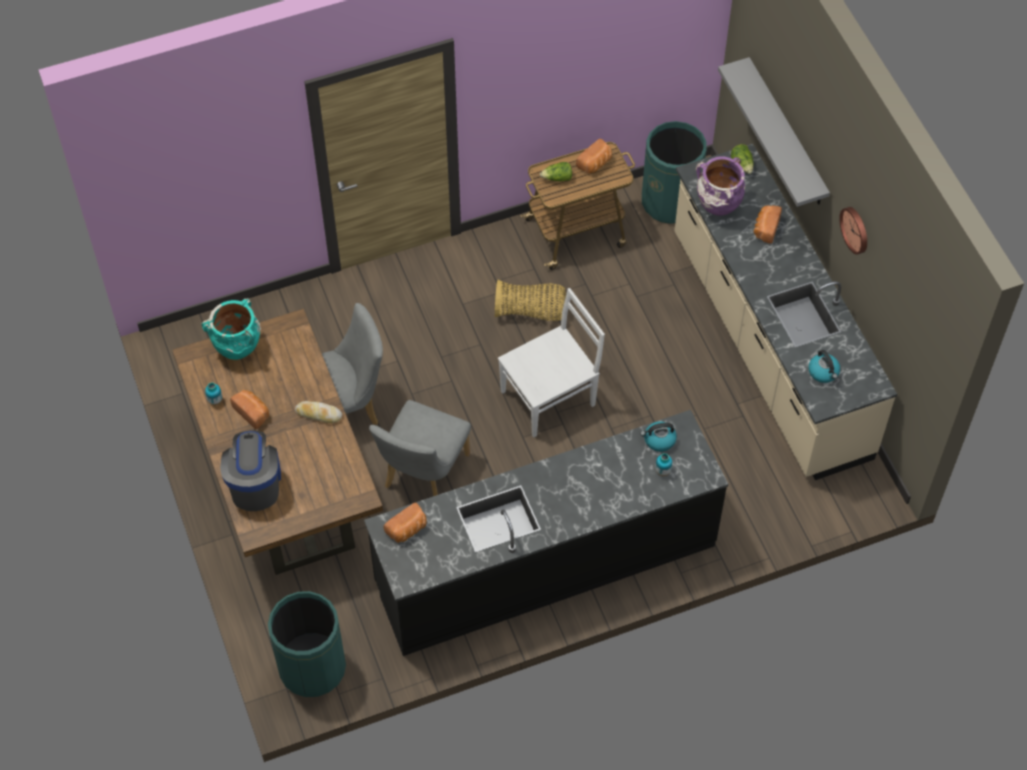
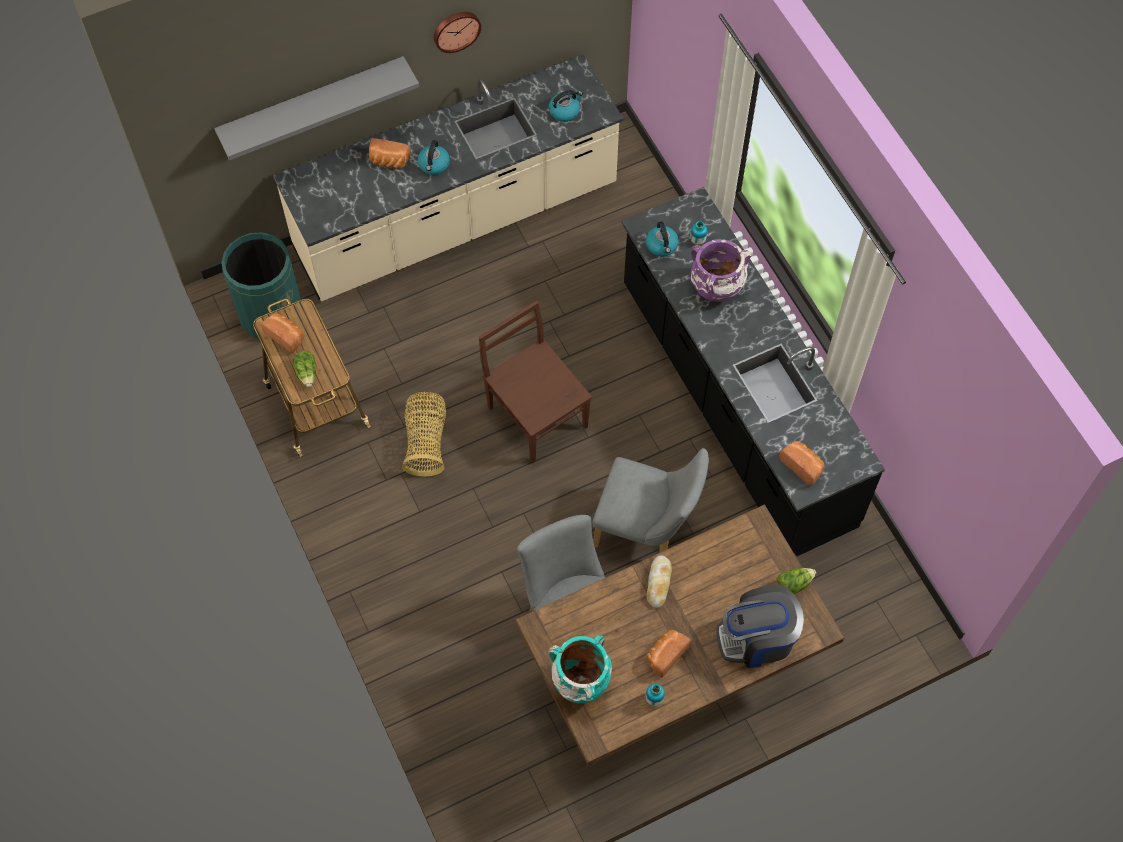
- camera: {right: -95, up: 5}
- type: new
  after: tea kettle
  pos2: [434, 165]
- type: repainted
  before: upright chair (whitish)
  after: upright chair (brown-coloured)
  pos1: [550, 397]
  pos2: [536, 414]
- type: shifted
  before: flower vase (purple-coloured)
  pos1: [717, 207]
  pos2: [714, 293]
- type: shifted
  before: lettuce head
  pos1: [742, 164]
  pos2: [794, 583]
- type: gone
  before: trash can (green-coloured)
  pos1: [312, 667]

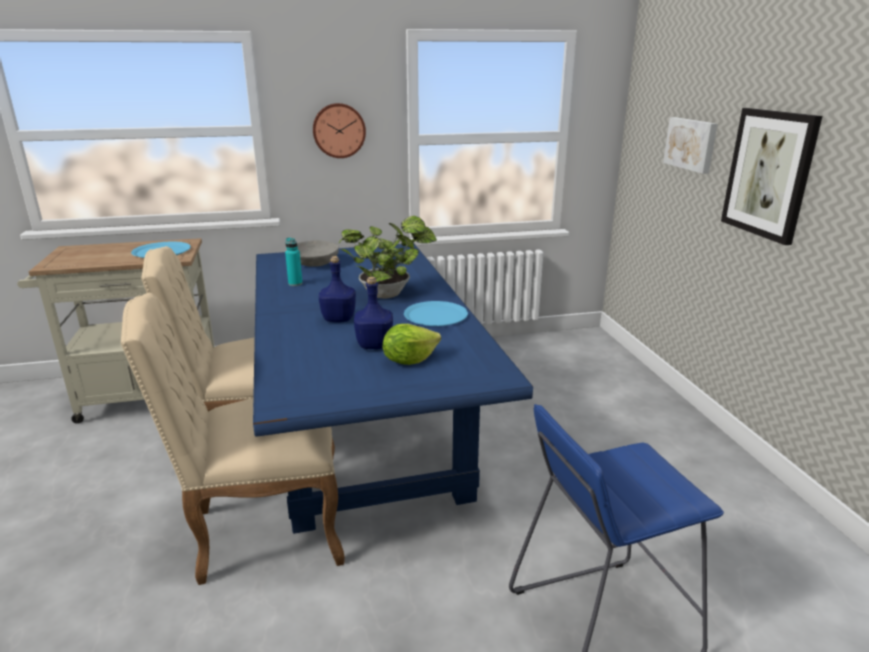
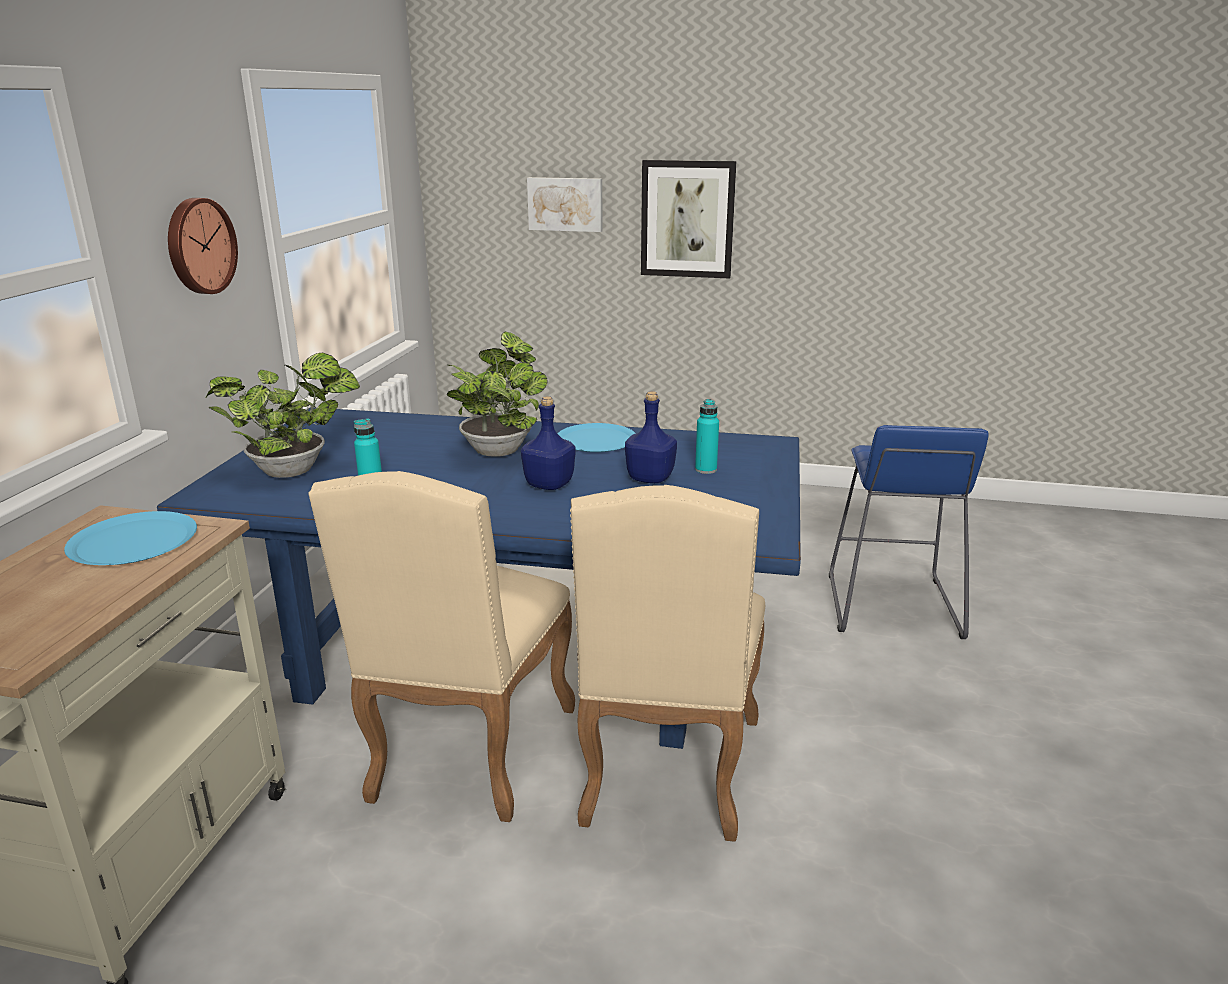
- camera: {right: -65, up: 0}
- type: swapped
  before: deep dish (grey)
  after: plant in a pot
  pos1: [314, 263]
  pos2: [295, 471]
- type: swapped
  before: lettuce head
  after: drink bottle (turquoise-coloured)
  pos1: [409, 360]
  pos2: [706, 470]

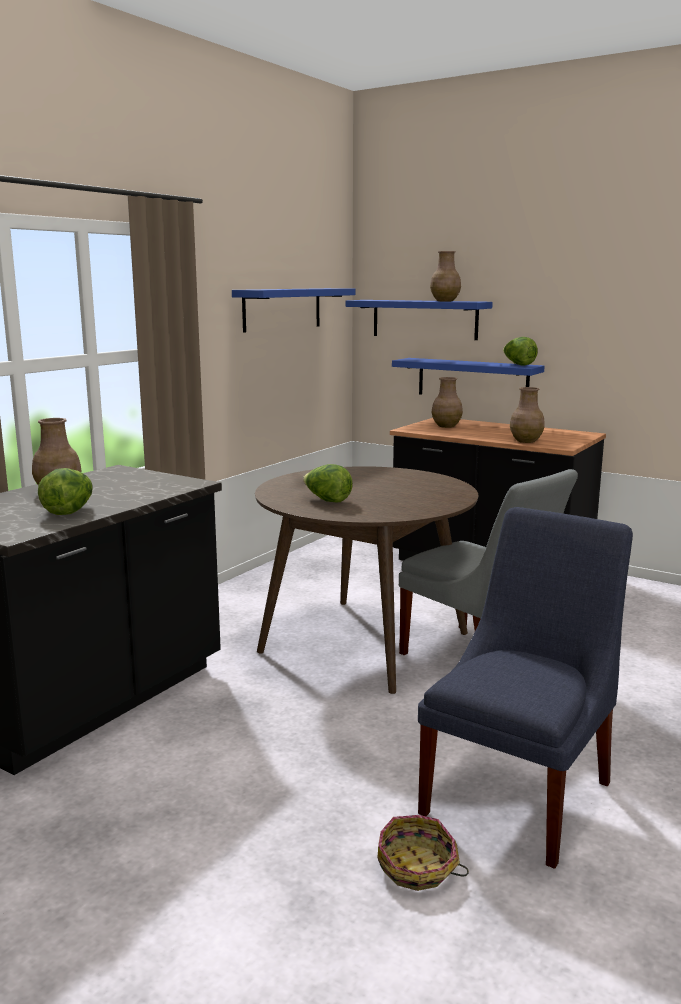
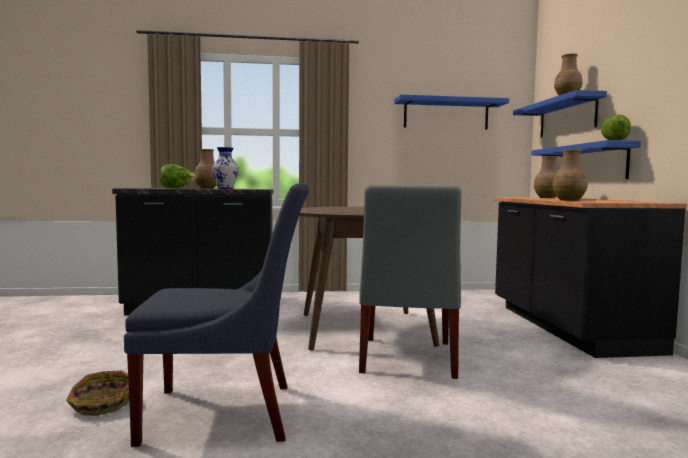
- camera: {right: 50, up: -10}
- type: new
  after: flower vase
  pos2: [225, 188]
- type: gone
  before: lettuce head
  pos1: [327, 500]

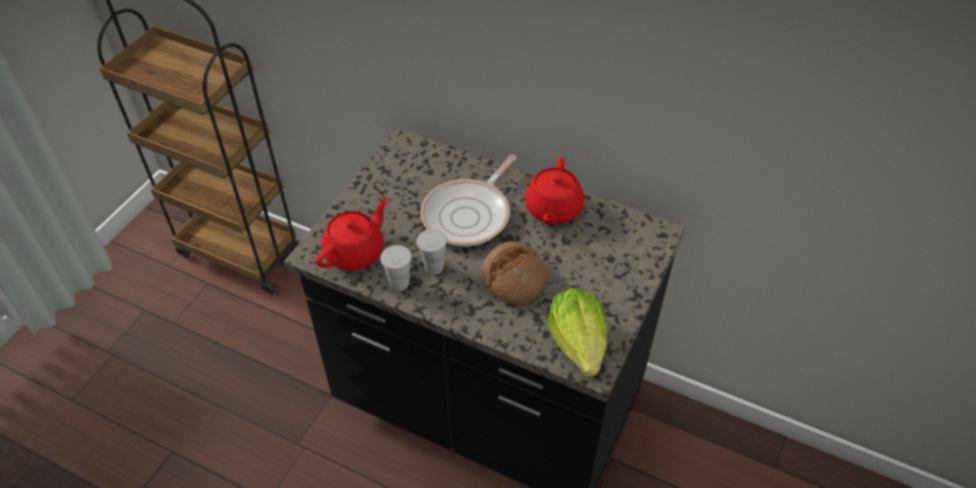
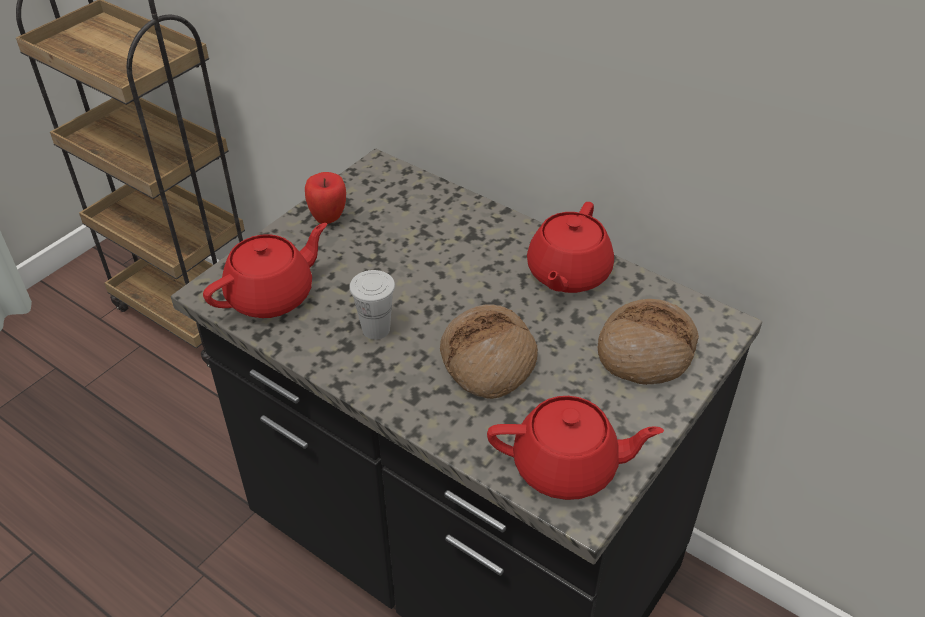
- camera: {right: 10, up: -5}
- type: new
  after: apple fruit
  pos2: [328, 219]
- type: swapped
  before: lettuce head
  after: pot for tea (red-coloured)
  pos1: [579, 343]
  pos2: [567, 467]
- type: new
  after: baked bread
  pos2: [646, 351]
- type: gone
  before: drinking cup (whitish)
  pos1: [399, 283]
- type: gone
  before: pan
  pos1: [470, 214]

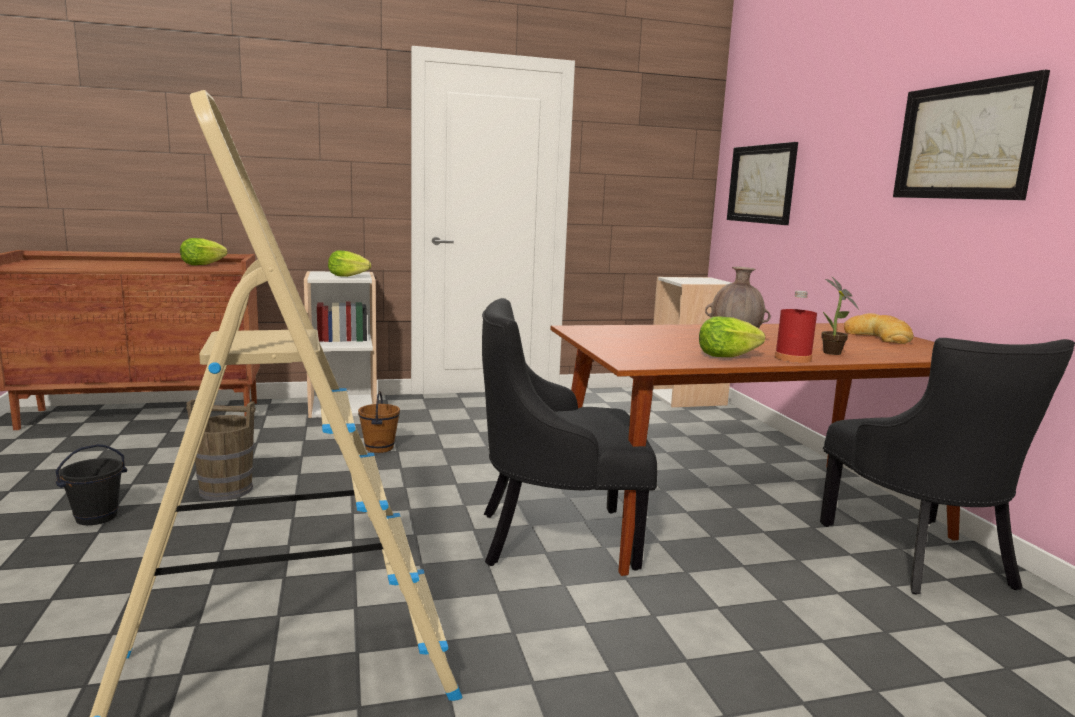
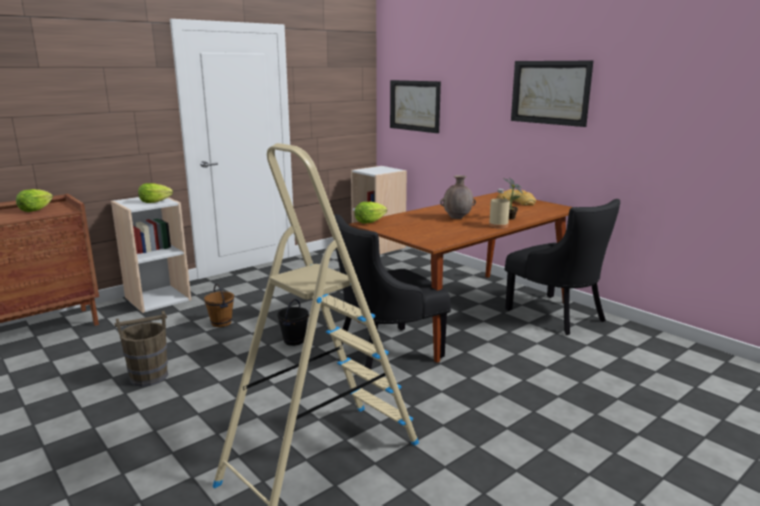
- camera: {right: -25, up: 5}
- type: shifted
  before: water bucket (black)
  pos1: [96, 517]
  pos2: [294, 341]
- type: shifted
  before: lettuce head
  pos1: [726, 356]
  pos2: [369, 222]
- type: repainted
  before: drink bottle (red-coloured)
  after: drink bottle (beige)
  pos1: [793, 358]
  pos2: [498, 225]

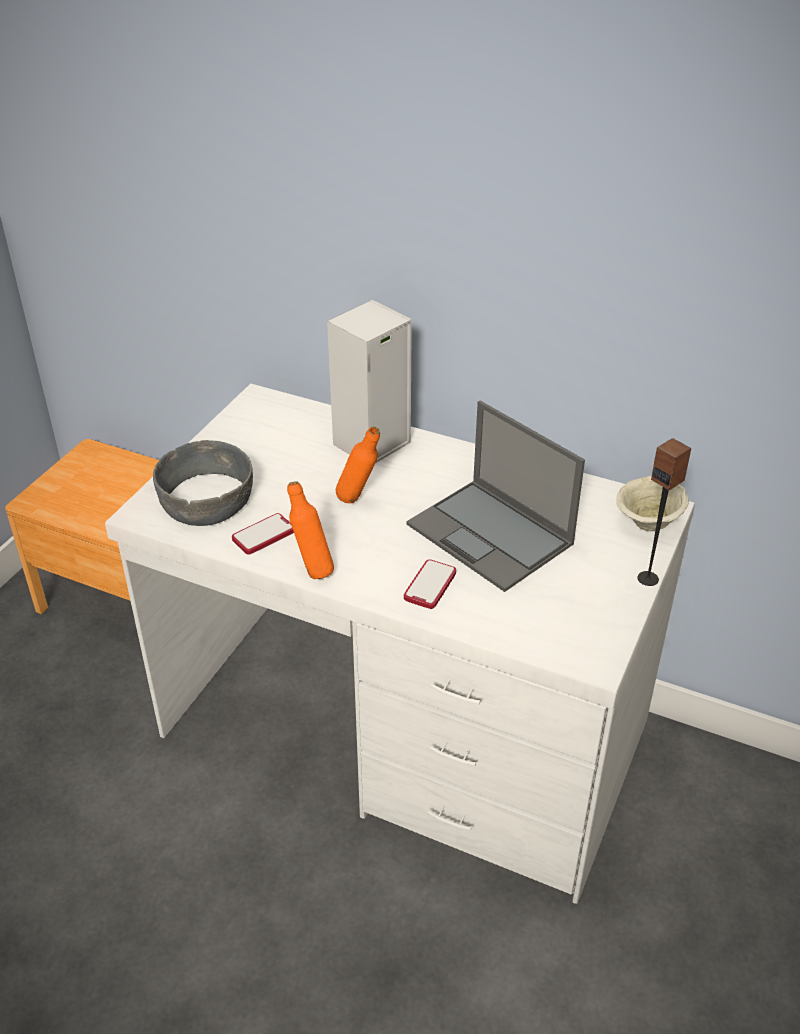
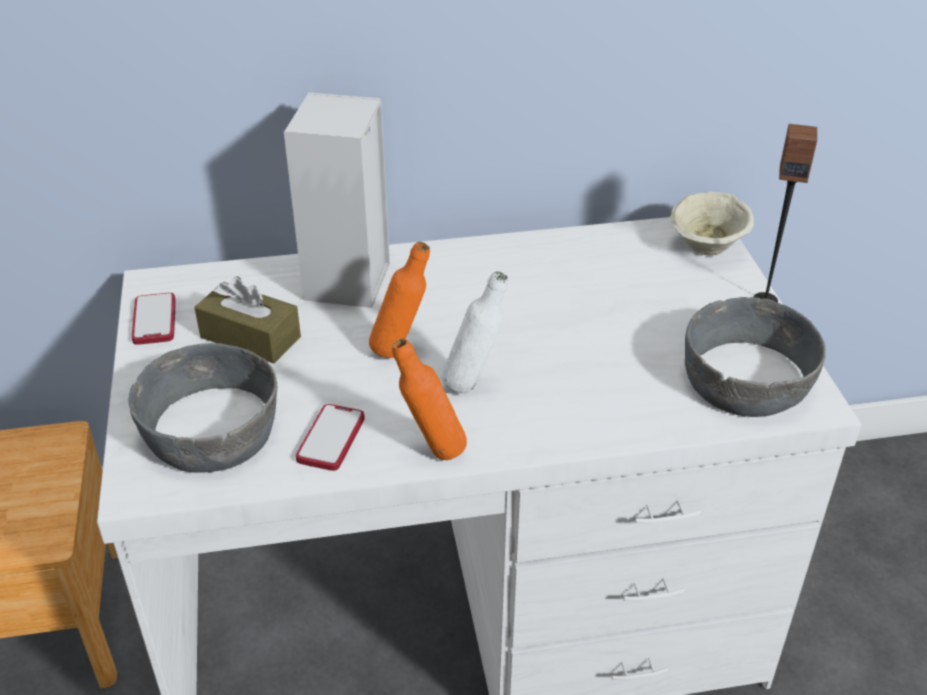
- camera: {right: -35, up: 0}
- type: shifted
  before: telephone
  pos1: [430, 585]
  pos2: [154, 320]
- type: new
  after: tissue holder (brown-coloured)
  pos2: [250, 337]
- type: new
  after: drink bottle (whitish)
  pos2: [473, 383]
- type: new
  after: deep dish (grey)
  pos2: [747, 376]
- type: gone
  before: portable computer
  pos1: [491, 535]

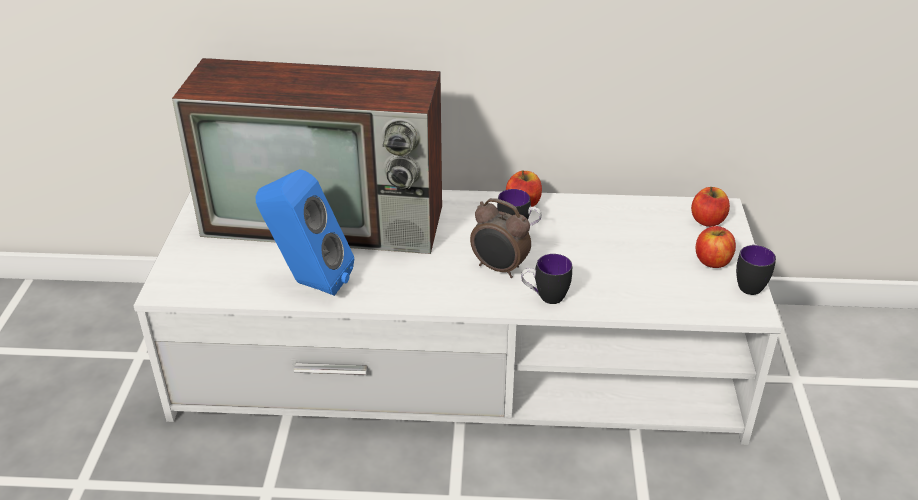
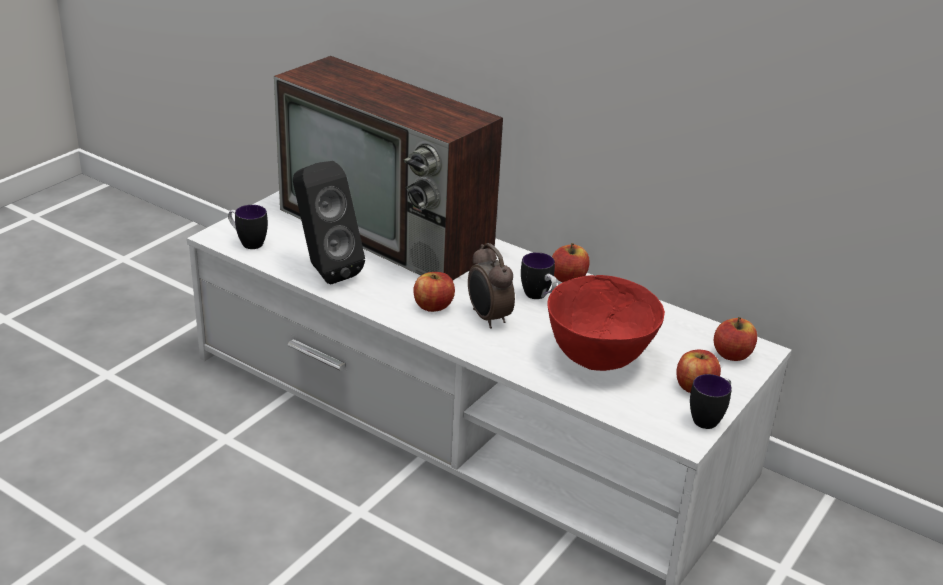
- camera: {right: 30, up: -5}
- type: shifted
  before: mug
  pos1: [544, 297]
  pos2: [247, 242]
- type: repainted
  before: speaker (blue)
  after: speaker (black)
  pos1: [309, 283]
  pos2: [324, 270]
- type: new
  after: apple fruit
  pos2: [433, 306]
- type: new
  after: deep dish (red-coloured)
  pos2: [597, 359]

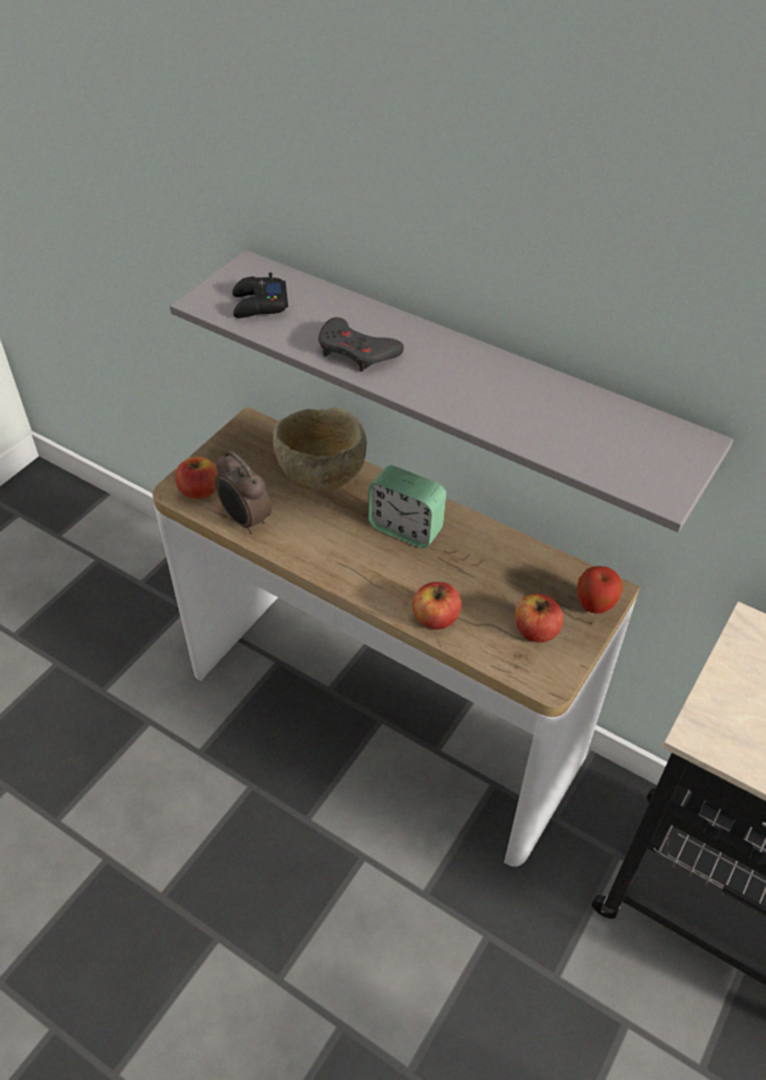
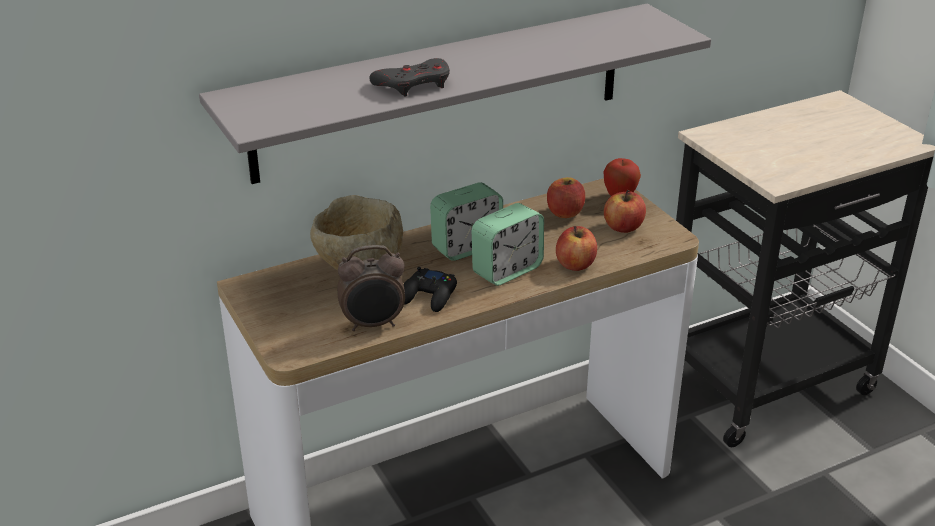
- camera: {right: -60, up: -15}
- type: shifted
  before: gamepad (black)
  pos1: [259, 305]
  pos2: [429, 296]
- type: new
  after: bedside clock
  pos2: [507, 270]
- type: shifted
  before: apple fruit
  pos1: [200, 491]
  pos2: [565, 212]

